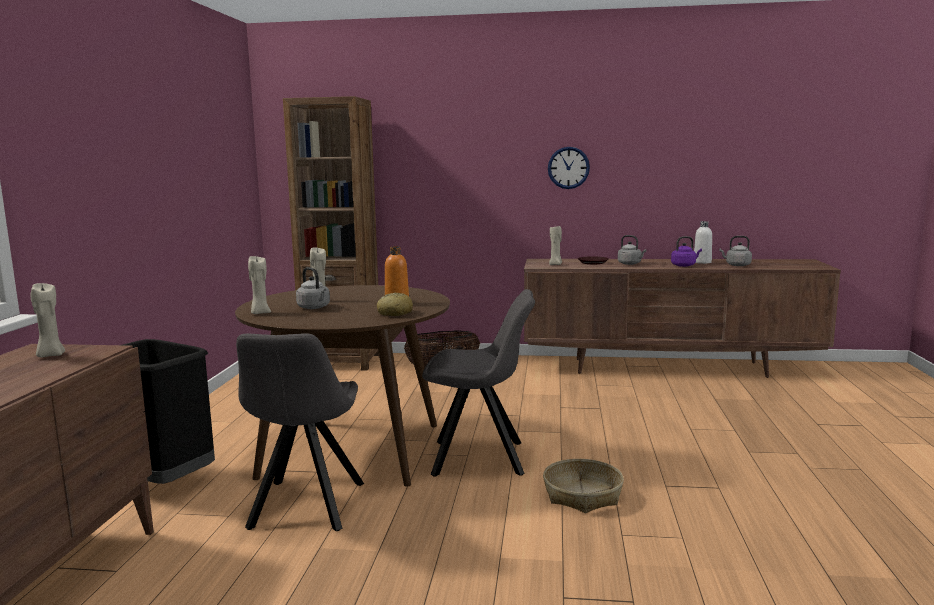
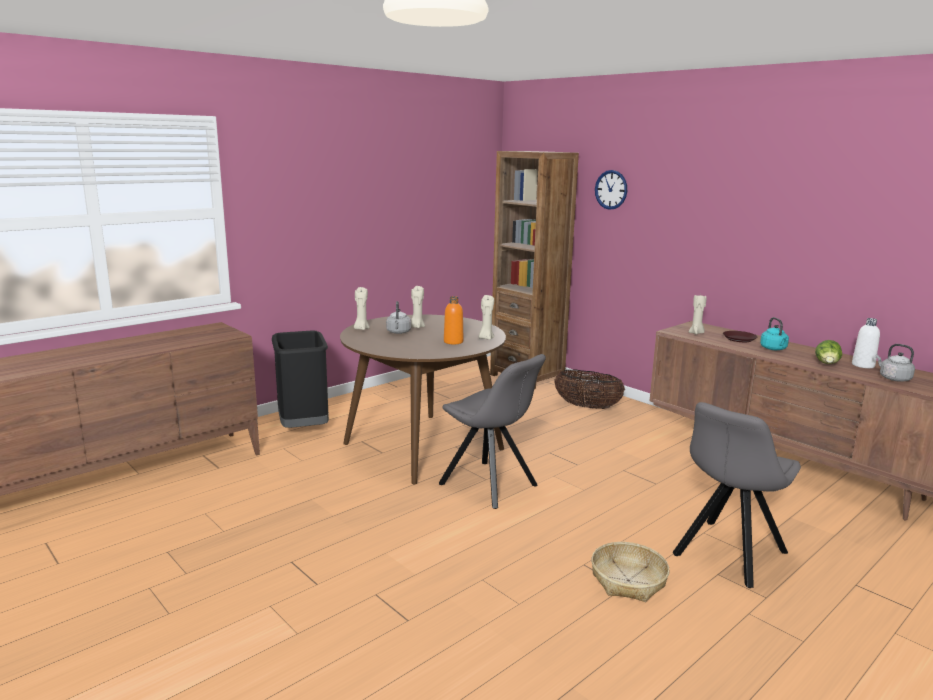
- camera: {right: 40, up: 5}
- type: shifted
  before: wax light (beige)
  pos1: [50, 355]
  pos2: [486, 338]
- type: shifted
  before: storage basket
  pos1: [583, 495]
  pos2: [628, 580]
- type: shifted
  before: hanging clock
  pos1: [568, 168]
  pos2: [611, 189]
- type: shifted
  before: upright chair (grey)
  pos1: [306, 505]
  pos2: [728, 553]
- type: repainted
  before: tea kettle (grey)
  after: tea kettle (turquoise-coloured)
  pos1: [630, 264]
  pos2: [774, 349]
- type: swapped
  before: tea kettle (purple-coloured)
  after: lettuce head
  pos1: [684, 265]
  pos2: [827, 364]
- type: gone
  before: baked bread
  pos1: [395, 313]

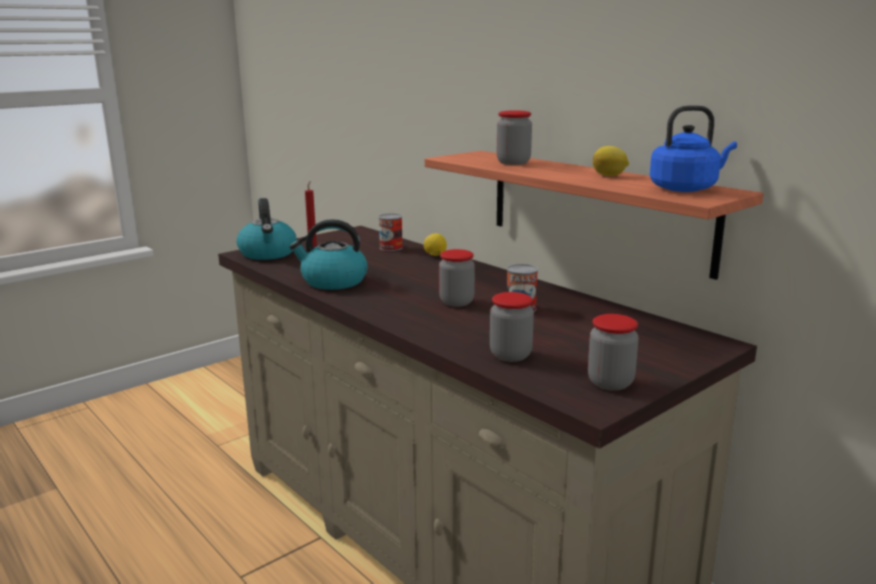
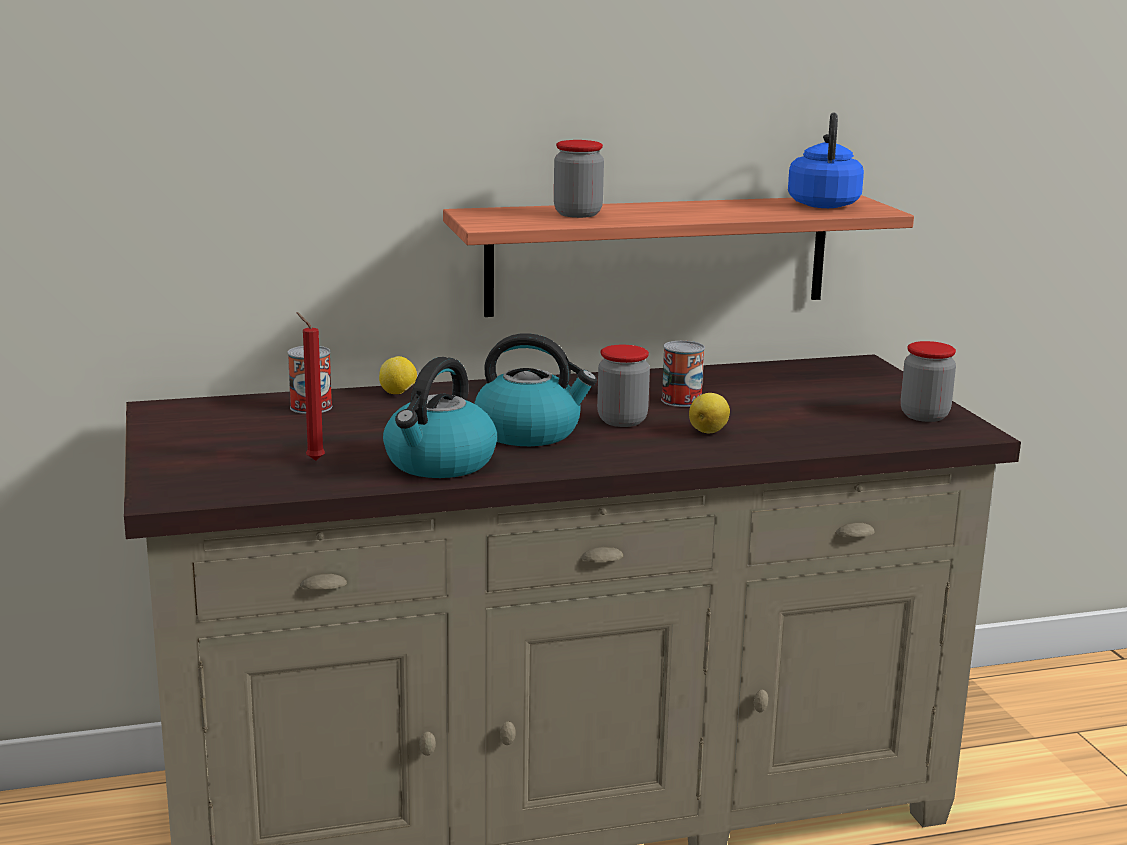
- camera: {right: -65, up: 0}
- type: shifted
  before: tea kettle
  pos1: [268, 253]
  pos2: [529, 432]
- type: shifted
  before: citrus fruit
  pos1: [609, 176]
  pos2: [709, 431]
- type: gone
  before: preserve jar
  pos1: [510, 355]

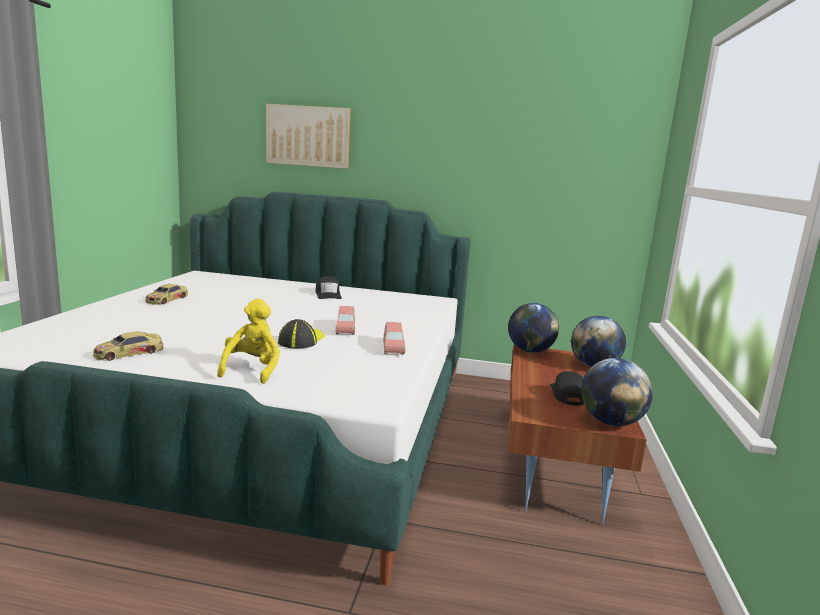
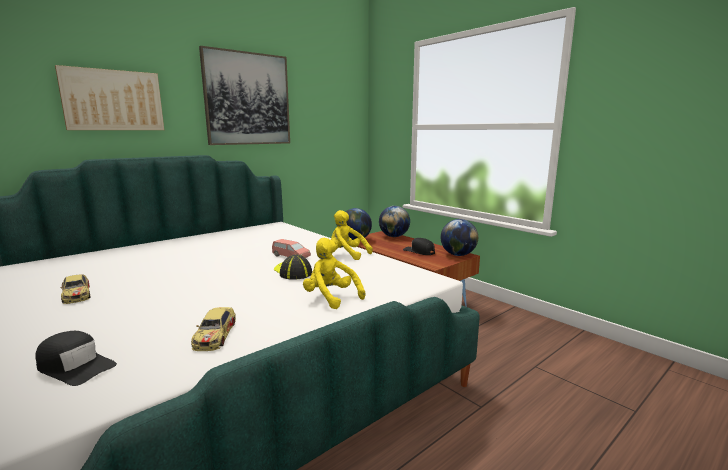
- camera: {right: -50, up: 0}
- type: shifted
  before: peaked cap (black)
  pos1: [328, 294]
  pos2: [75, 366]
- type: new
  after: wall art
  pos2: [247, 99]
- type: swapped
  before: model car (pink)
  after: plush toy (yellow-coloured)
  pos1: [393, 347]
  pos2: [347, 255]

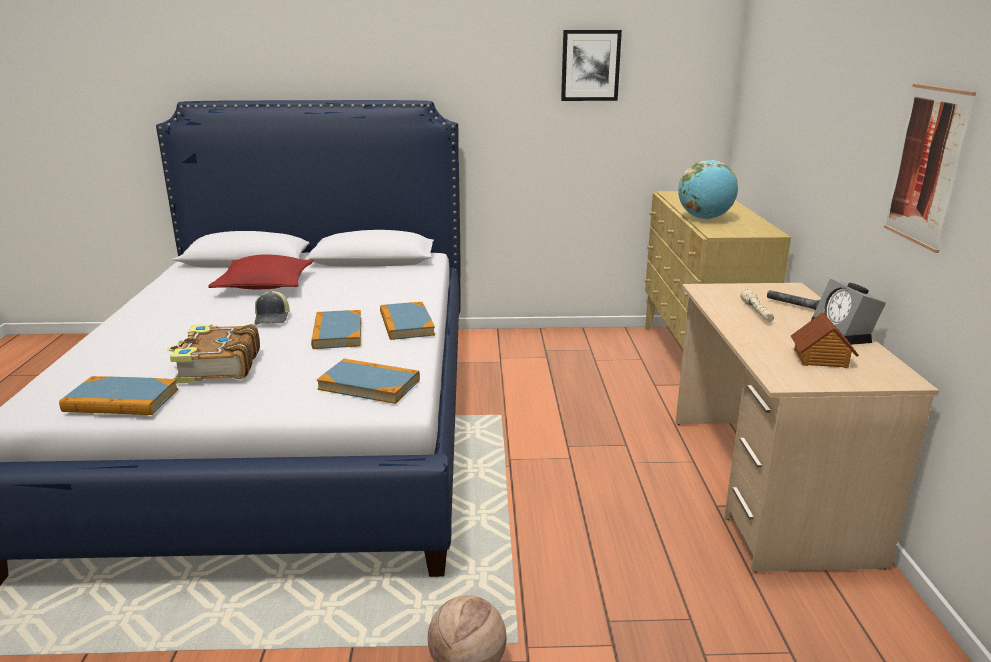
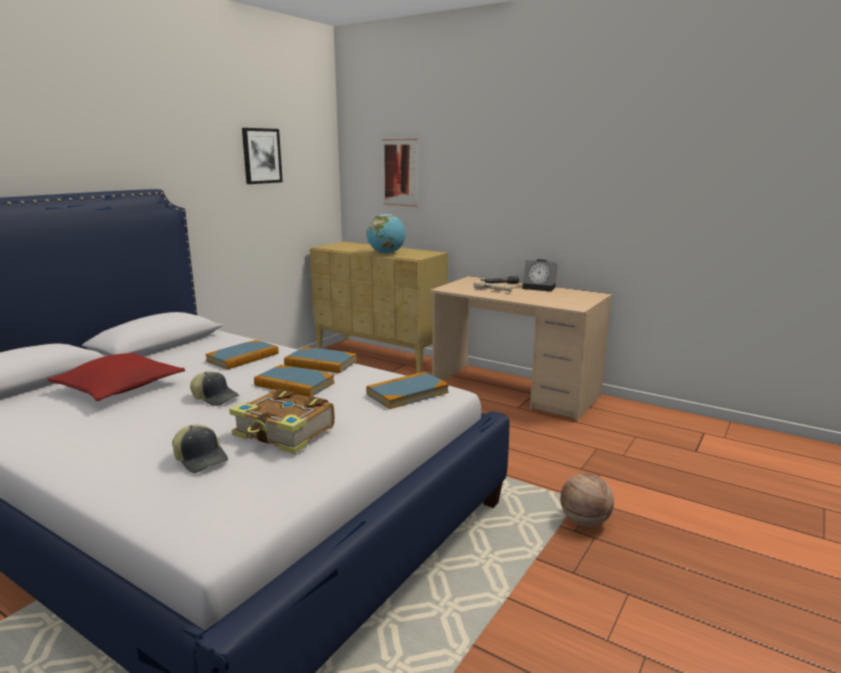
- camera: {right: -55, up: -5}
- type: new
  after: peaked cap
  pos2: [201, 459]
- type: shifted
  before: bound book
  pos1: [121, 400]
  pos2: [243, 357]
- type: shifted
  before: wall art
  pos1: [927, 166]
  pos2: [400, 172]
- type: gone
  before: model house
  pos1: [820, 358]

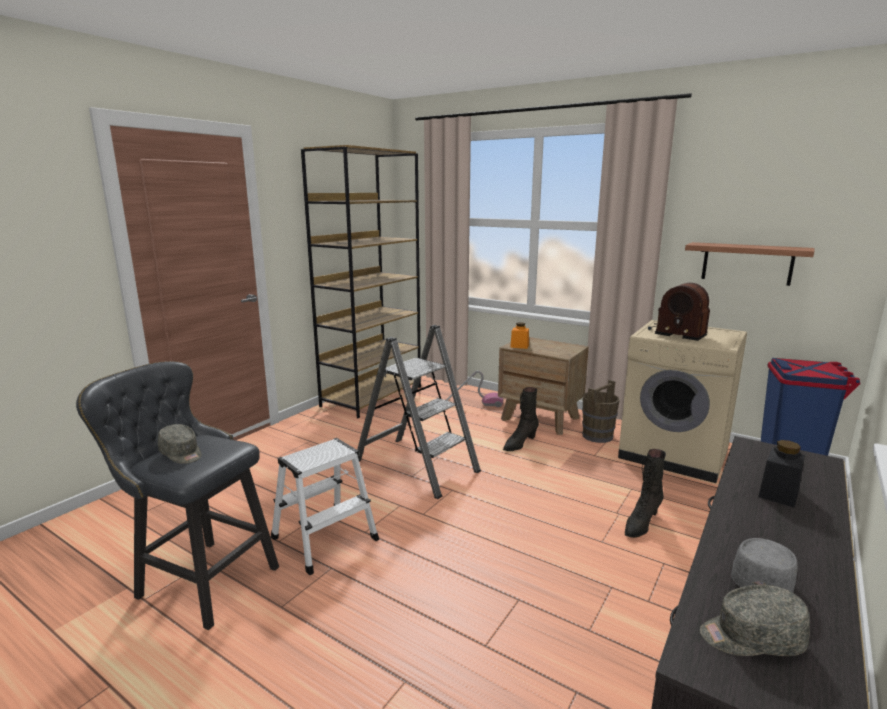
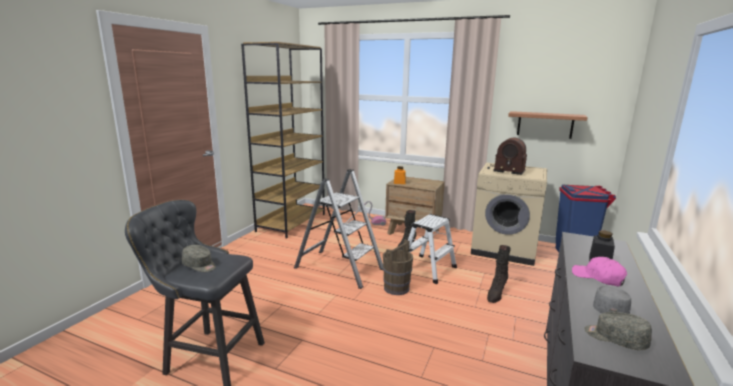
- camera: {right: -10, up: 0}
- type: shifted
  before: water bucket (brown-coloured)
  pos1: [597, 436]
  pos2: [396, 288]
- type: shifted
  before: step ladder (whitish)
  pos1: [325, 538]
  pos2: [428, 268]
- type: new
  after: peaked cap (pink)
  pos2: [598, 277]
- type: rotated
  before: peaked cap (grey)
  pos1: [750, 638]
  pos2: [615, 339]
  turn: 45

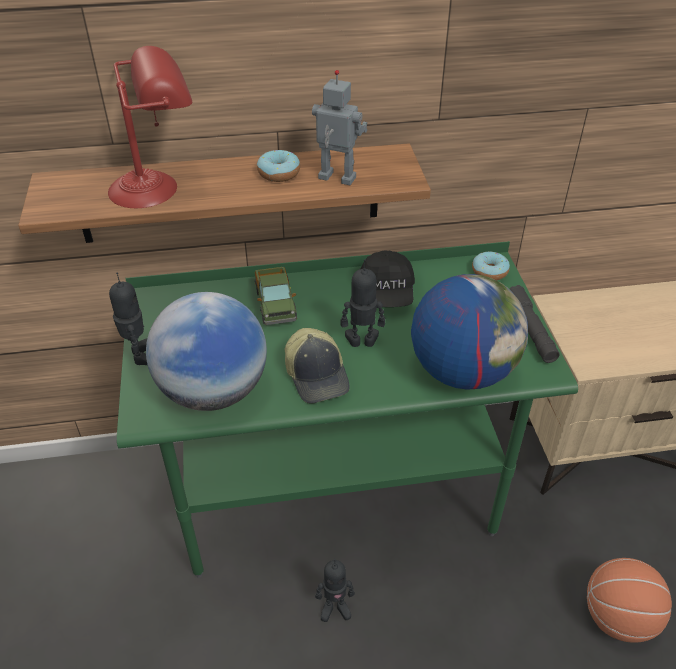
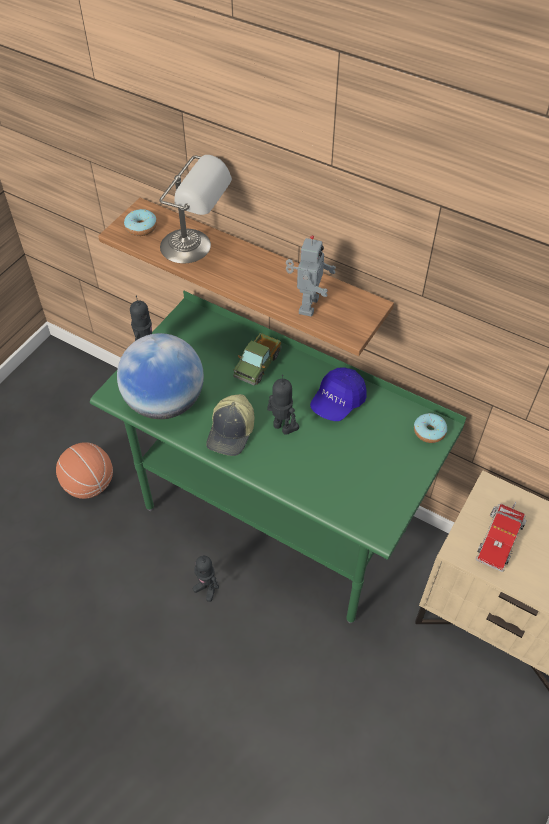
- camera: {right: 40, up: 10}
- type: shifted
  before: ball for basketball
  pos1: [618, 617]
  pos2: [89, 484]
- type: shifted
  before: doughnut
  pos1: [279, 173]
  pos2: [141, 227]
- type: repainted
  before: table lamp (red-coloured)
  after: table lamp (whitish)
  pos1: [157, 185]
  pos2: [196, 247]
- type: rotated
  before: robot figure
  pos1: [336, 179]
  pos2: [307, 305]
  turn: 45
- type: repainted
  before: peaked cap (black)
  after: peaked cap (blue)
  pos1: [387, 293]
  pos2: [337, 402]
- type: new
  after: model truck
  pos2: [499, 538]
- type: gone
  before: desk globe
  pos1: [462, 371]
- type: gone
  before: flashlight (grey)
  pos1: [530, 330]

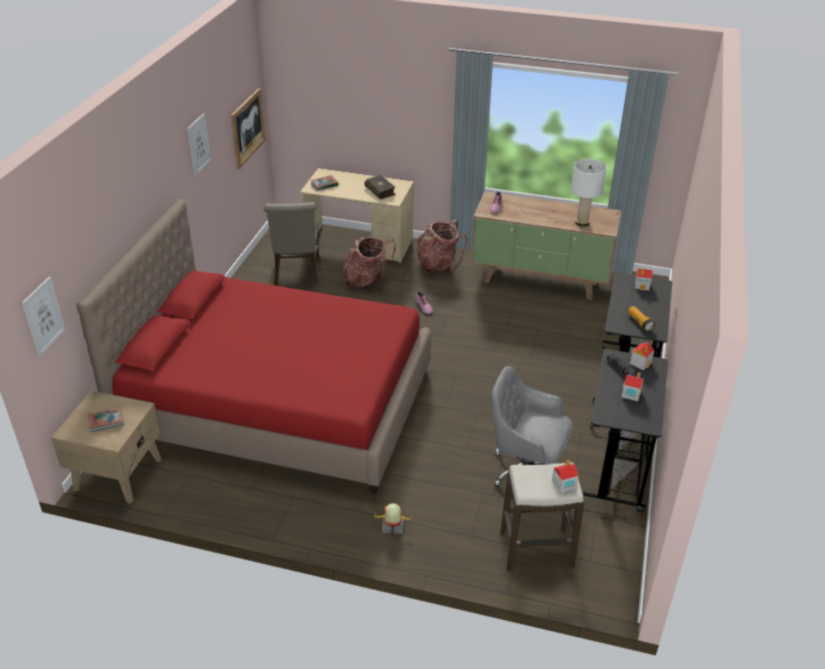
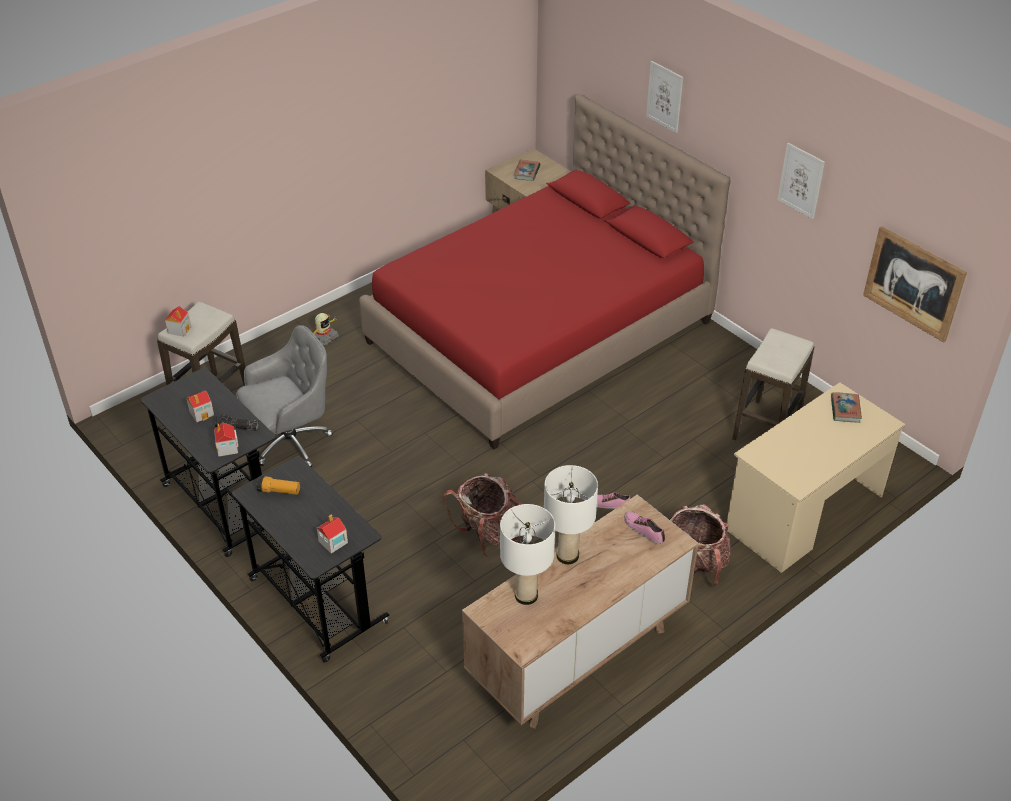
- camera: {right: 125, up: 5}
- type: shifted
  before: rucksack
  pos1: [367, 281]
  pos2: [490, 535]
- type: new
  after: table lamp (whitish)
  pos2: [568, 555]
- type: shifted
  before: wall art
  pos1: [43, 316]
  pos2: [664, 96]
- type: swapped
  before: upright chair (beige)
  after: sitting stool
  pos1: [296, 274]
  pos2: [766, 428]
- type: gone
  before: bound book
  pos1: [380, 191]

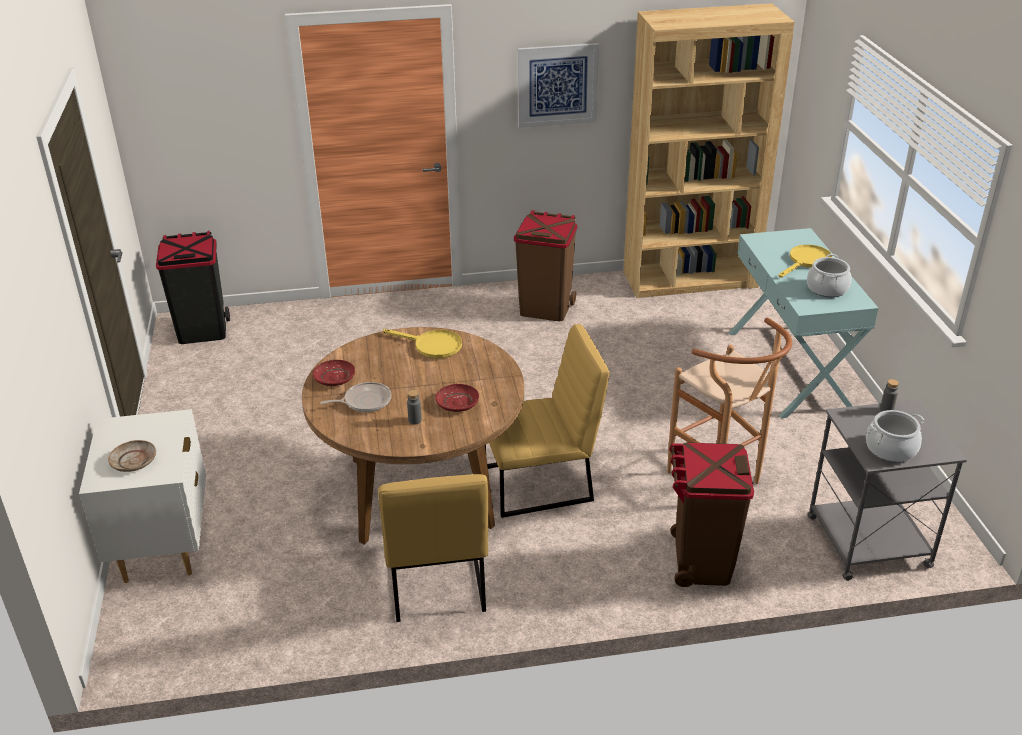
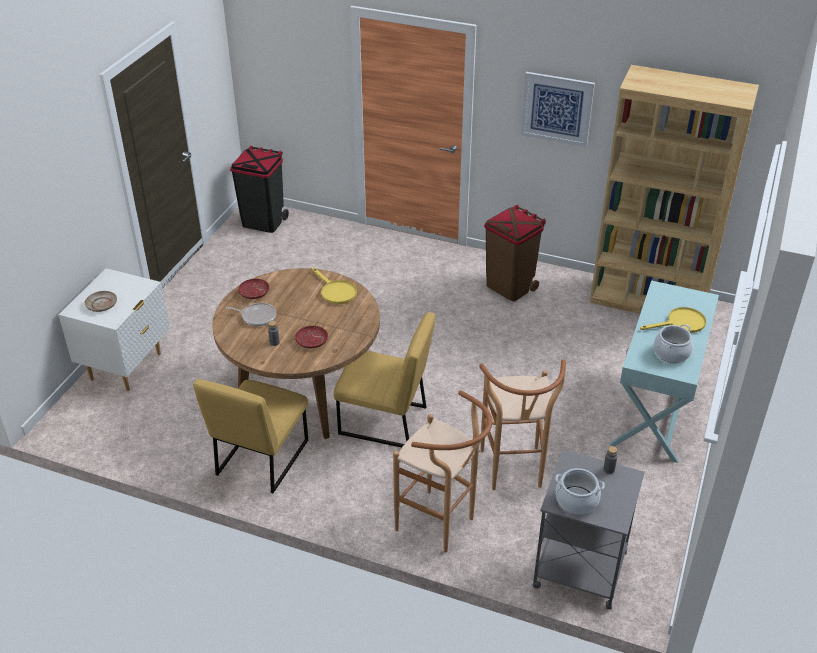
- camera: {right: 30, up: 5}
- type: swapped
  before: trash can (brown-coloured)
  after: sitting stool (brown-coloured)
  pos1: [701, 562]
  pos2: [442, 526]

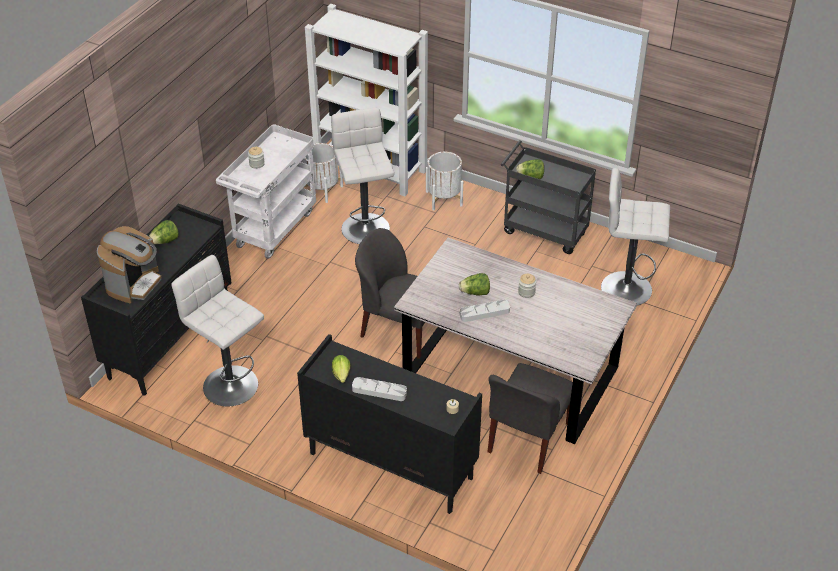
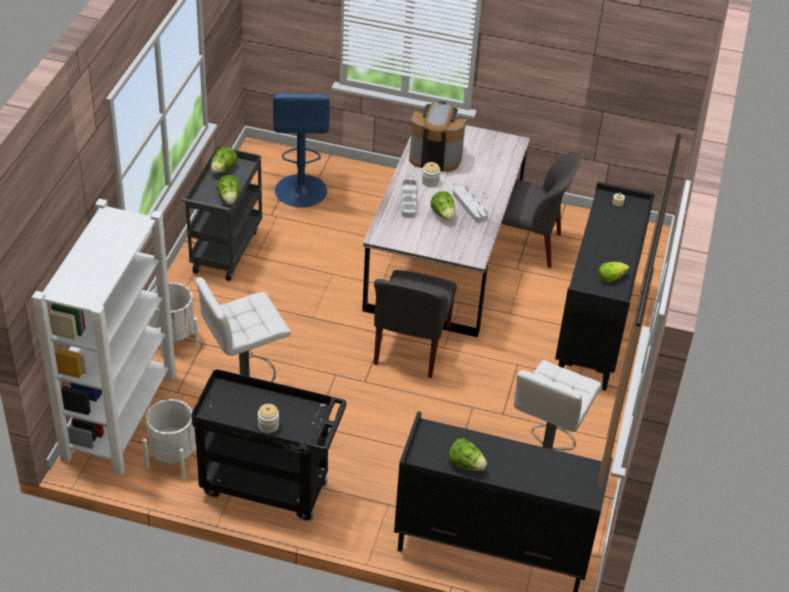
- camera: {right: -105, up: 0}
- type: repainted
  before: trolley (whitish)
  after: trolley (black)
  pos1: [273, 232]
  pos2: [270, 491]
- type: new
  after: lettuce head
  pos2: [223, 169]
- type: repainted
  before: sitting stool (whitish)
  after: sitting stool (blue)
  pos1: [625, 288]
  pos2: [300, 191]
- type: shifted
  before: serving tray (grey)
  pos1: [379, 391]
  pos2: [409, 201]
- type: shifted
  before: coffee brewer
  pos1: [134, 283]
  pos2: [435, 156]

